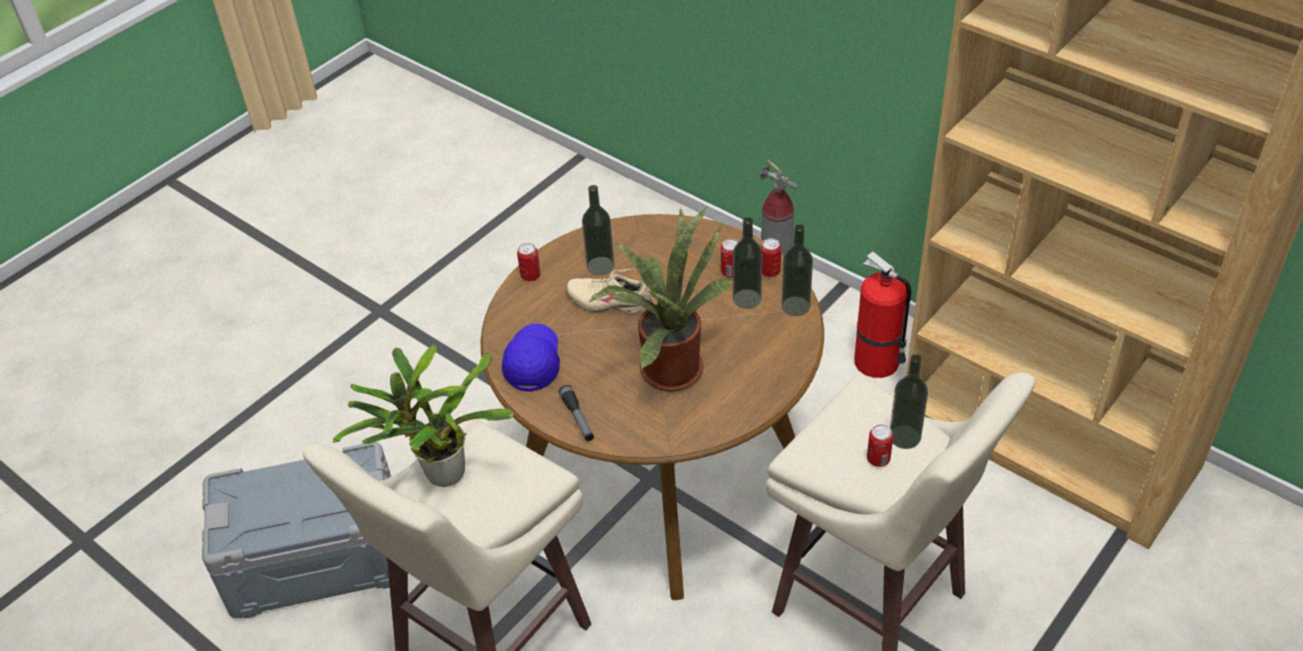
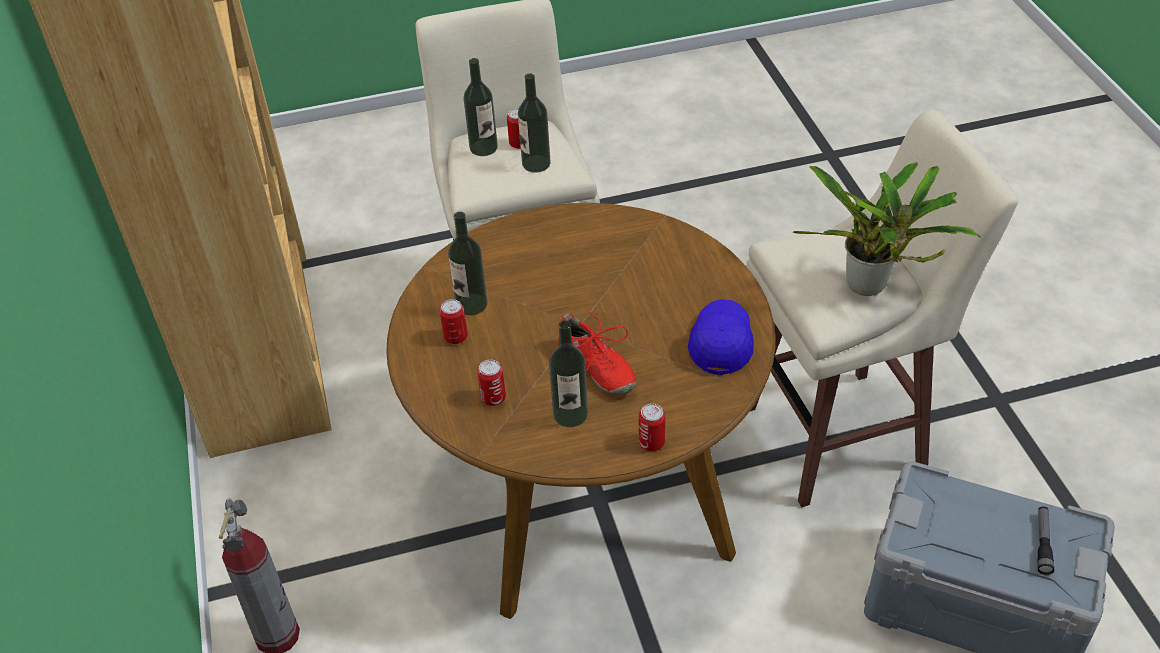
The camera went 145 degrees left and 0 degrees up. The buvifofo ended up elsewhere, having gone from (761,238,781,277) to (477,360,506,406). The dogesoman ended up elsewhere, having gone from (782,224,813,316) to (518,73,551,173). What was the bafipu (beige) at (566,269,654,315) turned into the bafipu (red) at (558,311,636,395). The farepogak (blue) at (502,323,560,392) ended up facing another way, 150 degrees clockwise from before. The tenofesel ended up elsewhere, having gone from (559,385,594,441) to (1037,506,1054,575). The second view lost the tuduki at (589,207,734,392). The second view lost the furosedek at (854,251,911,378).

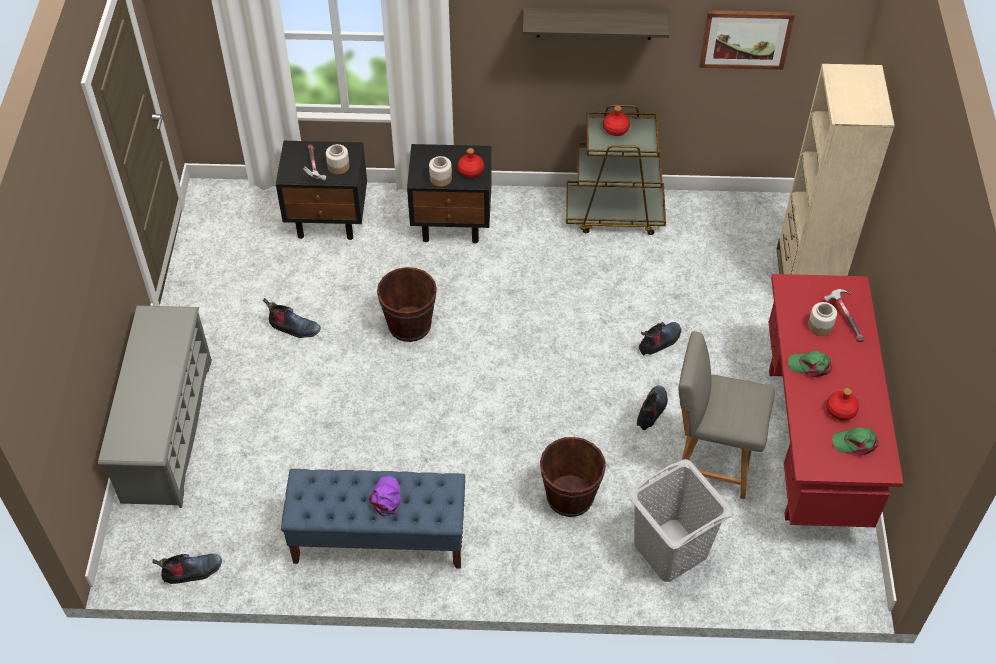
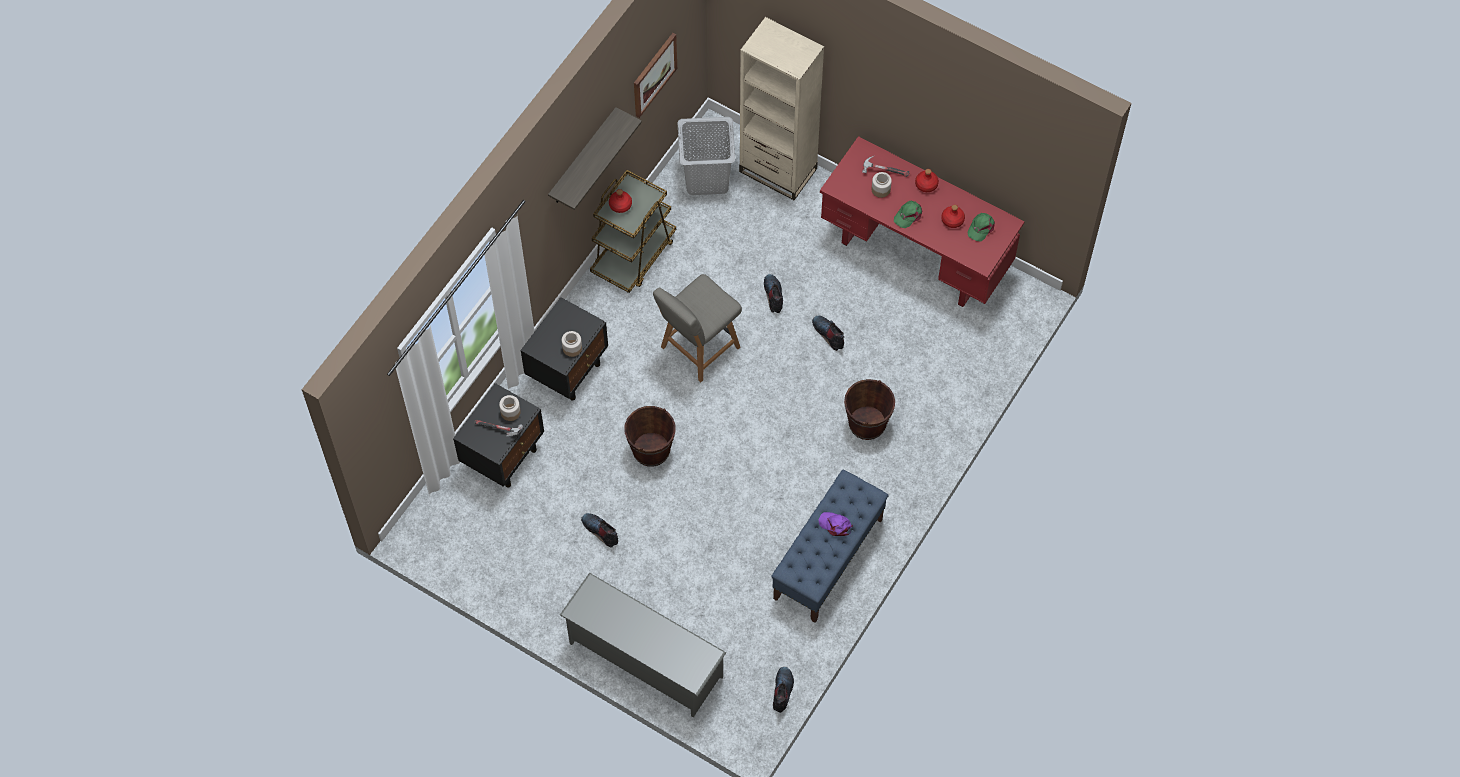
The camera went 60 degrees left and 10 degrees up. The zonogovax at (263,298,321,338) ended up facing another way, 90 degrees counterclockwise from before. The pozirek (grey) ended up elsewhere, having gone from (678,331,775,499) to (653,274,742,382). The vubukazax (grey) ended up elsewhere, having gone from (628,459,733,582) to (677,117,735,195). The dogesoman (red) ended up elsewhere, having gone from (457,148,484,178) to (915,169,939,192).

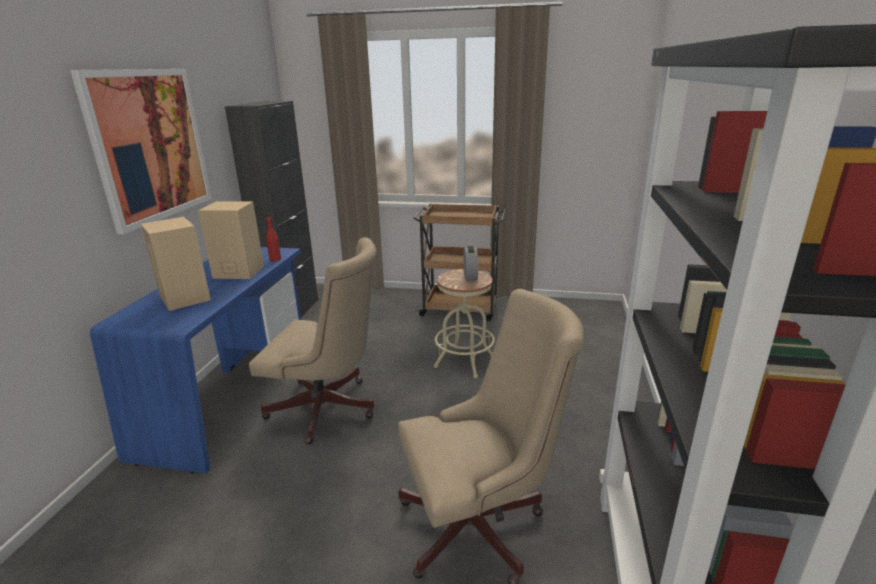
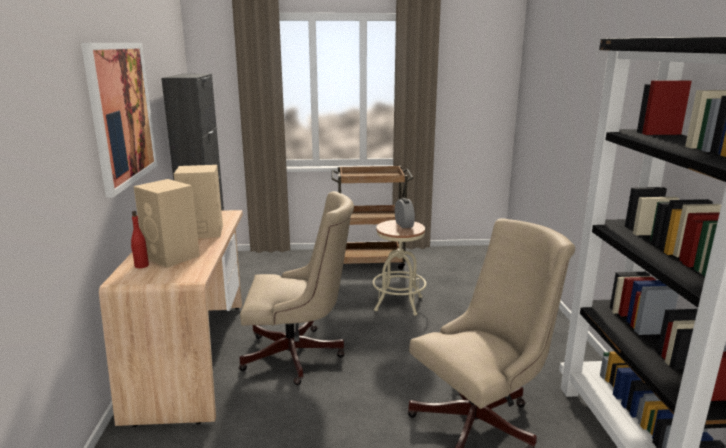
The camera went 15 degrees left and 5 degrees down. What was the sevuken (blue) at (90,247,301,474) turned into the sevuken (beige) at (99,210,243,427). The dogesoman (red) ended up elsewhere, having gone from (266,213,281,262) to (131,211,149,268).

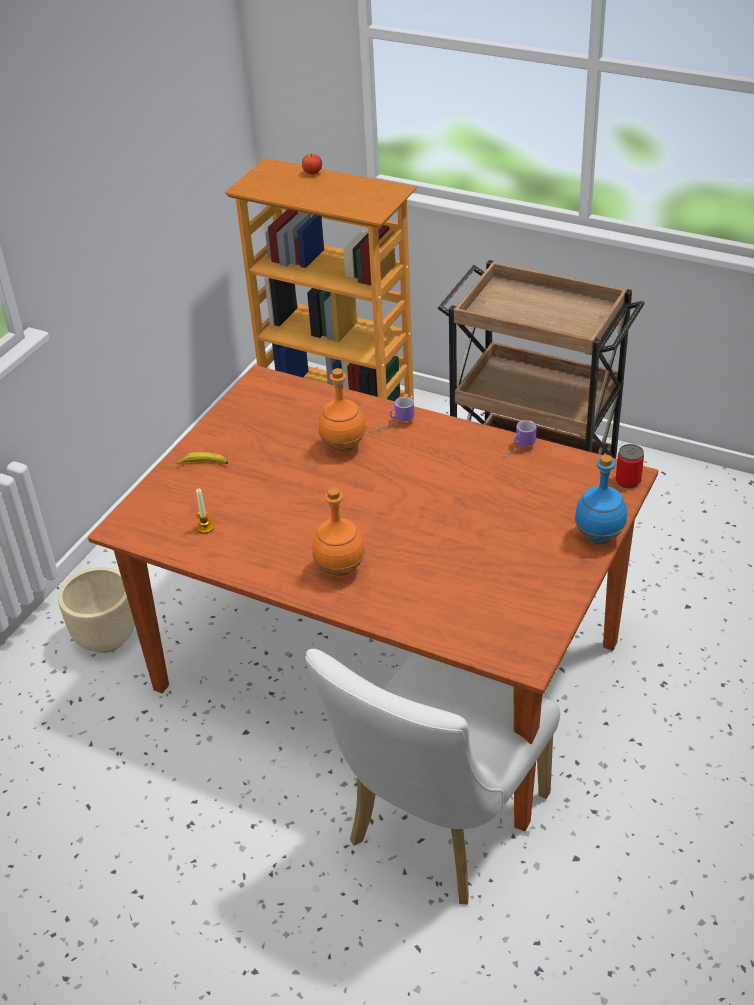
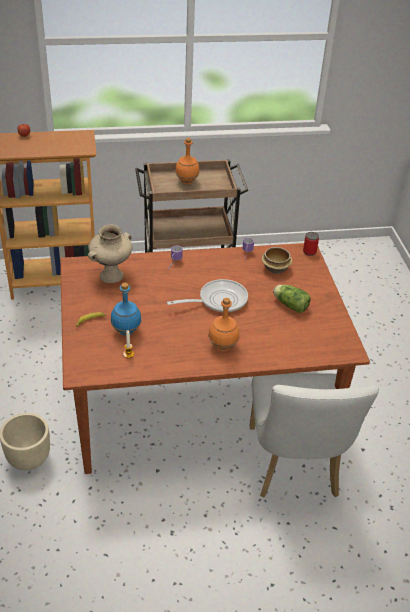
The camera went 40 degrees left and 0 degrees up. The second view gained the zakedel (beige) at (88,224,132,283). The dogesoman (blue) ended up elsewhere, having gone from (575,455,627,544) to (111,283,141,336). The second view gained the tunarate at (167,279,248,312). The dogesoman (orange) ended up elsewhere, having gone from (319,368,366,453) to (175,138,199,184). The second view gained the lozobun at (262,247,292,274). The second view gained the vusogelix at (273,285,311,313).

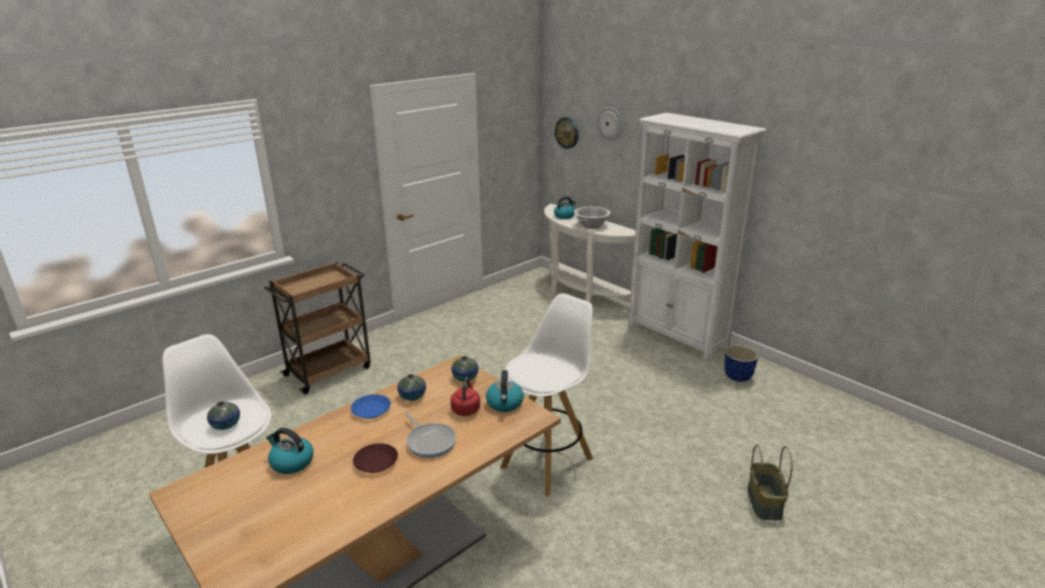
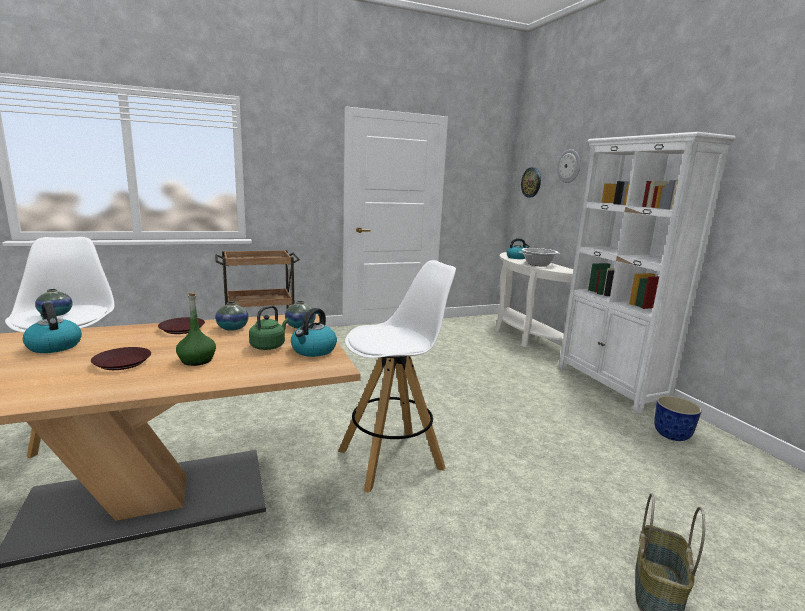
The camera went 20 degrees right and 10 degrees down. What was the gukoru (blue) at (351,394,391,419) turned into the gukoru (brown) at (158,317,205,334). Where the tunarate stood at (405,413,456,458), the dogesoman (green) came to stand at (176,292,216,366). What was the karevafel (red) at (451,377,480,416) turned into the karevafel (green) at (249,305,289,350).

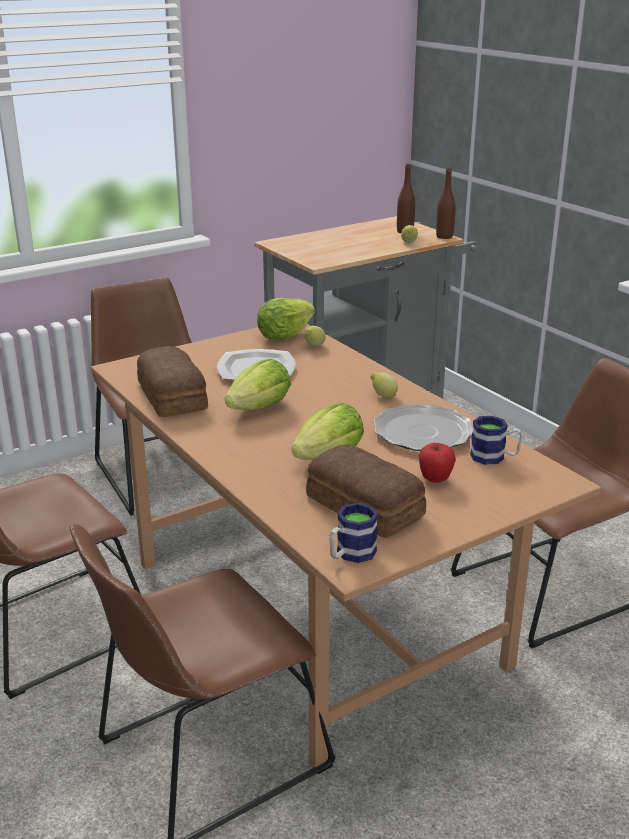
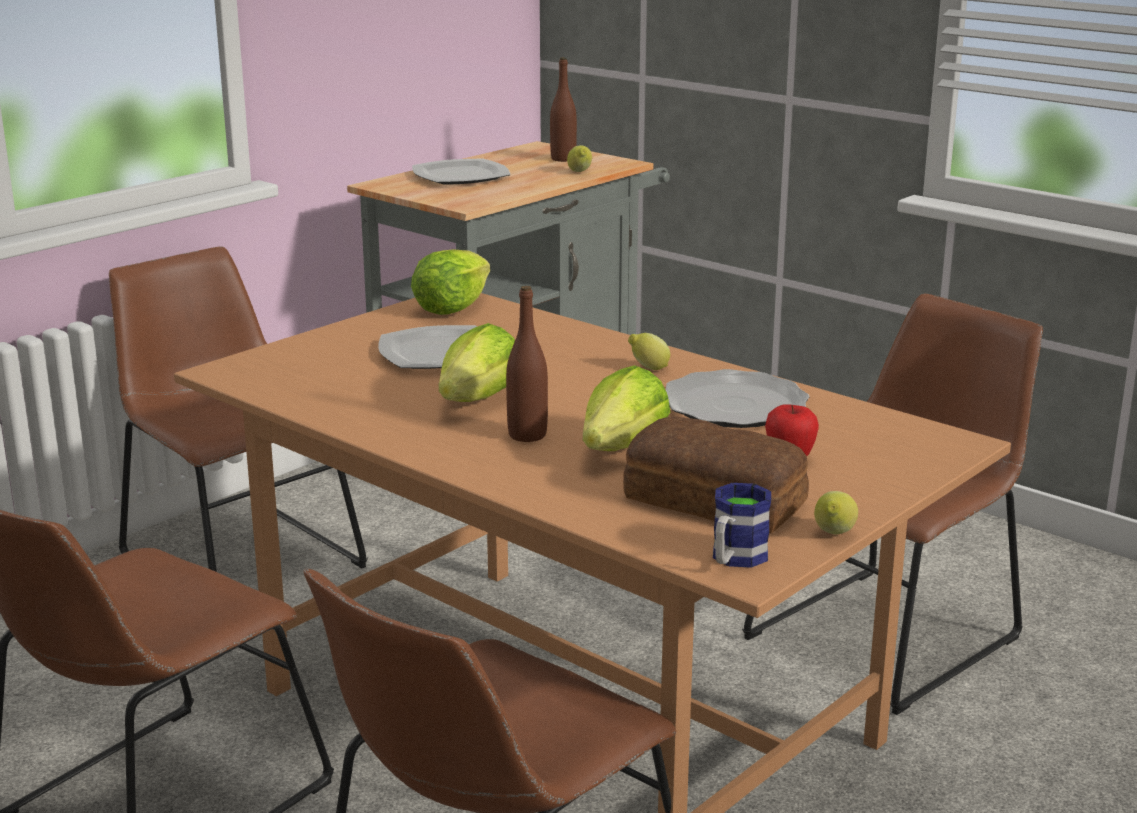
The camera went 15 degrees left and 5 degrees down. The second view gained the gukoru at (412,159,510,185). The dogesoman (brown) ended up elsewhere, having gone from (436,168,456,239) to (506,285,548,442). The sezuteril ended up elsewhere, having gone from (304,326,326,346) to (814,491,858,535). The second view lost the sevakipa at (137,346,208,417). The second view lost the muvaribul at (470,416,523,465).

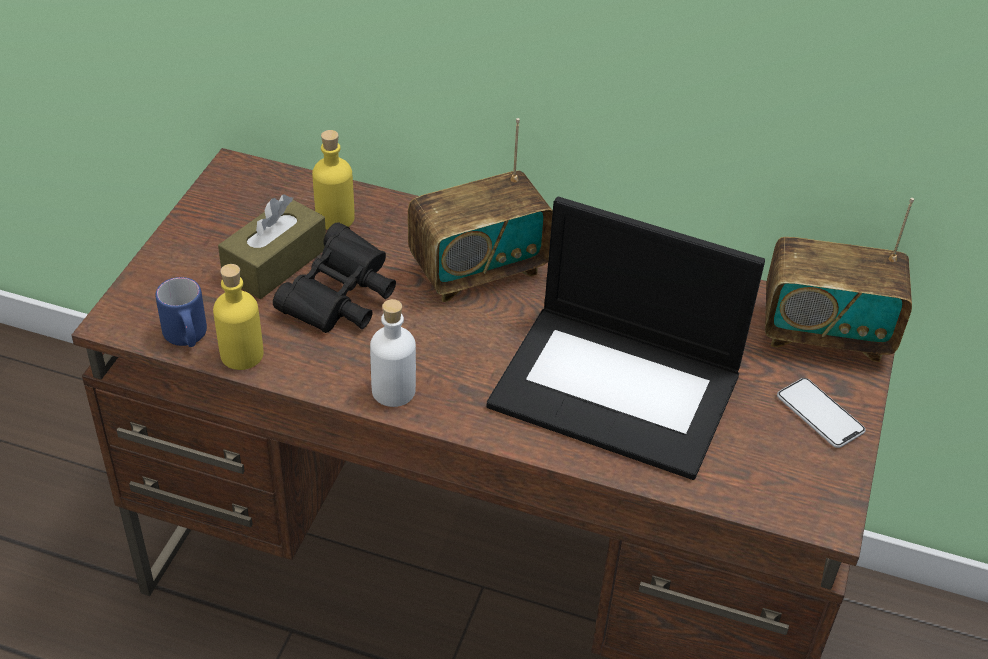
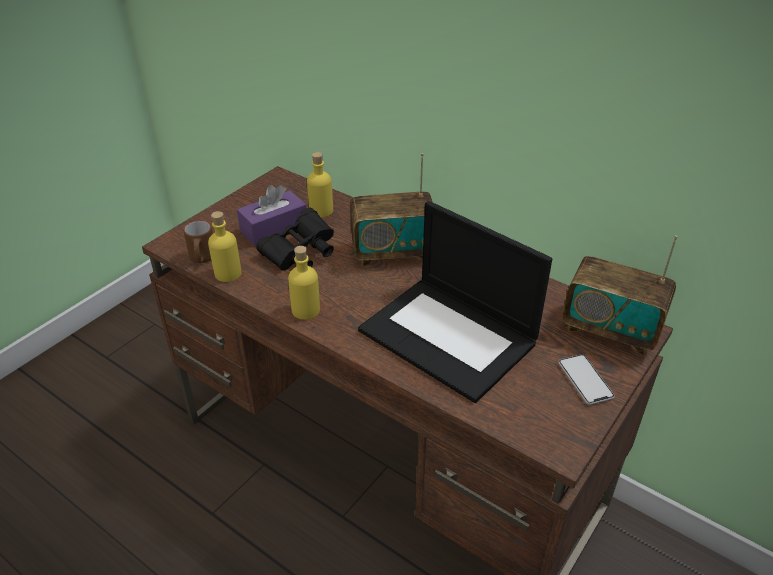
The camera went 20 degrees right and 5 degrees down. What was the muvaribul (blue) at (155,277,207,347) turned into the muvaribul (brown) at (184,221,213,263). What was the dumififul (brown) at (218,194,326,299) turned into the dumififul (purple) at (237,185,307,246). What was the dogesoman (white) at (370,299,416,407) turned into the dogesoman (yellow) at (288,246,320,320).

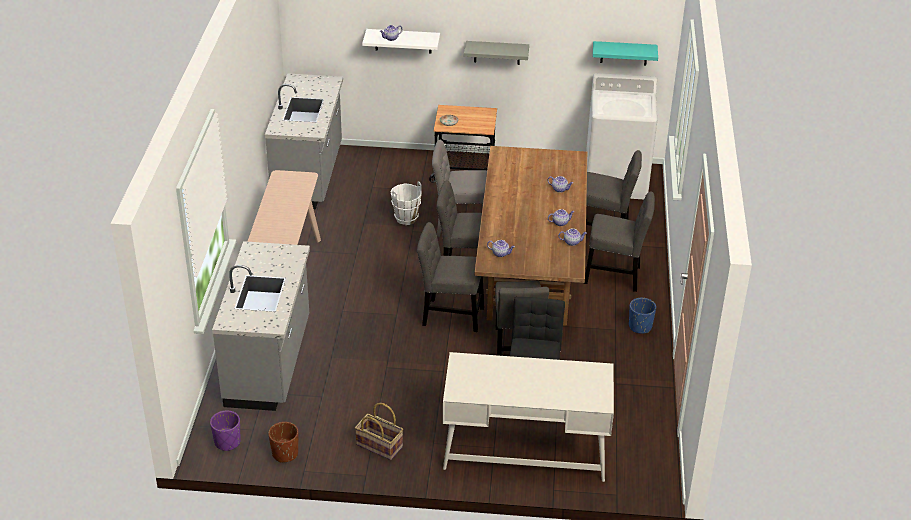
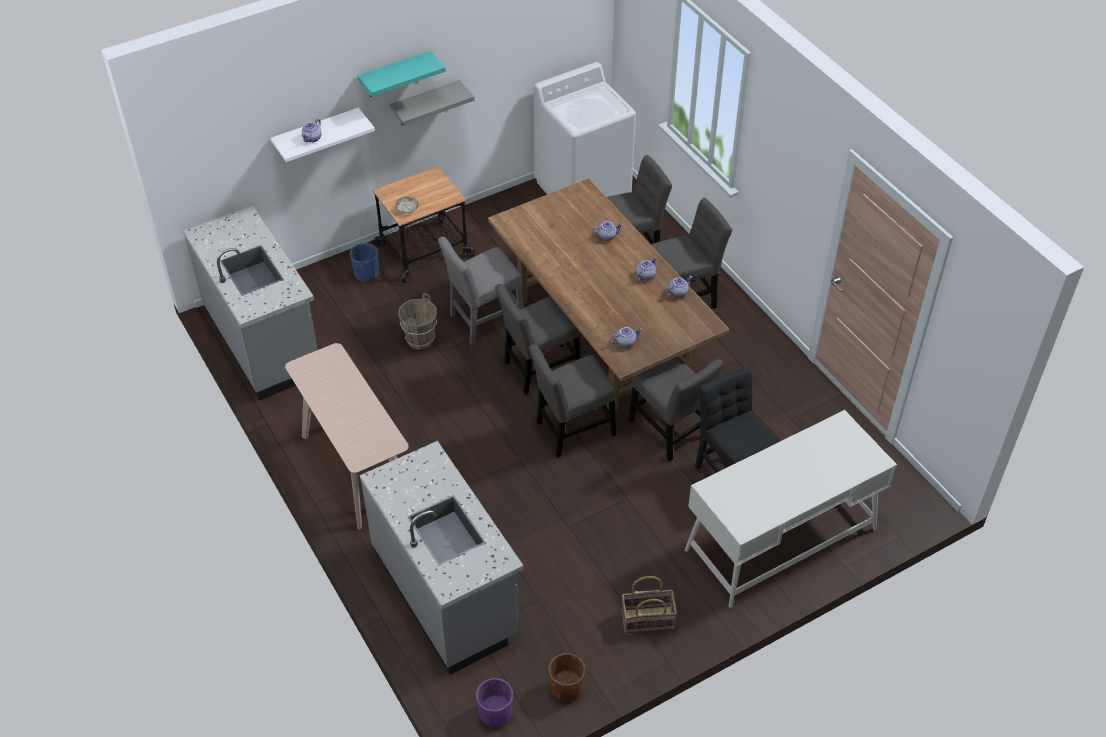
The camera went 35 degrees left and 10 degrees up. The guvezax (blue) ended up elsewhere, having gone from (629,298,656,334) to (350,243,379,282). The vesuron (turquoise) ended up elsewhere, having gone from (593,41,658,65) to (357,51,446,97). What was the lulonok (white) at (391,182,422,225) turned into the lulonok (brown) at (398,293,437,350).

